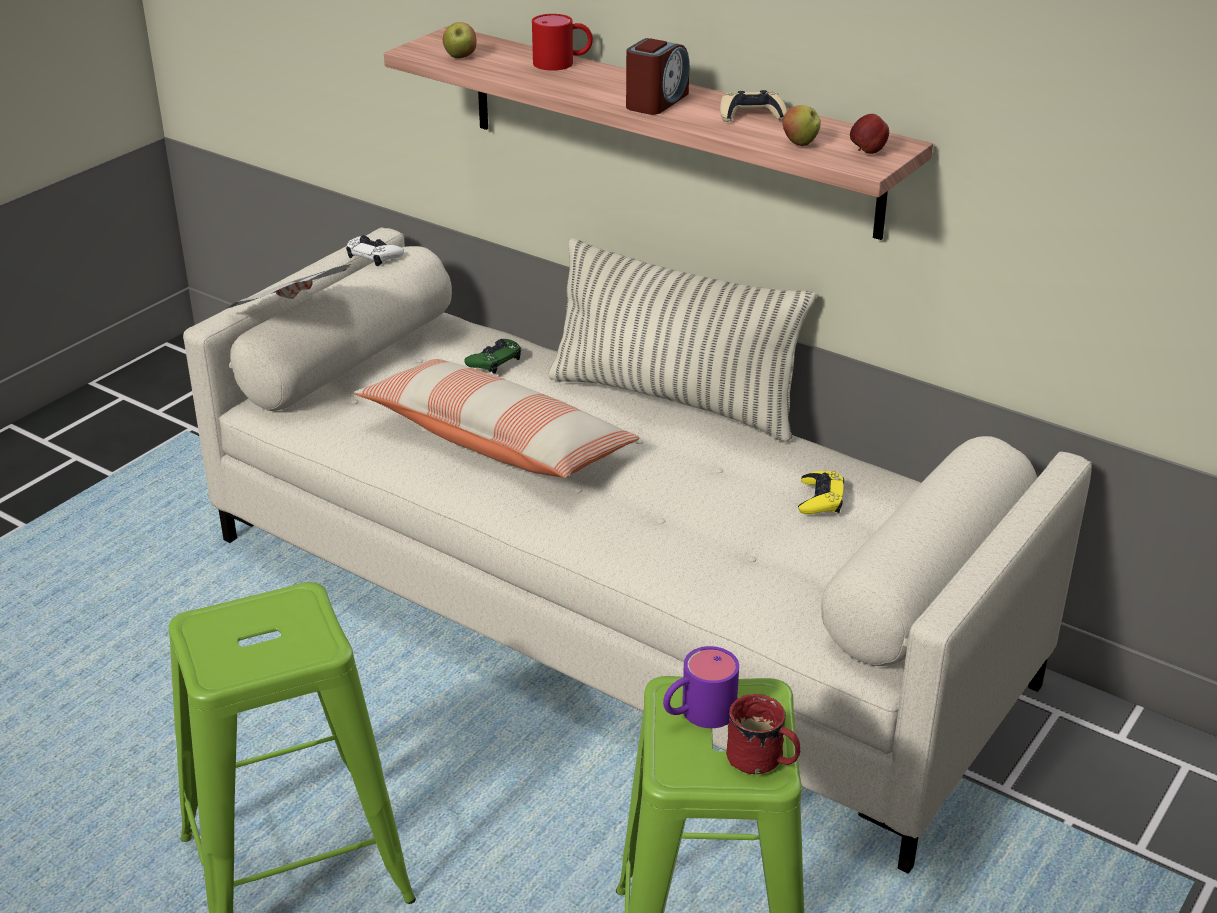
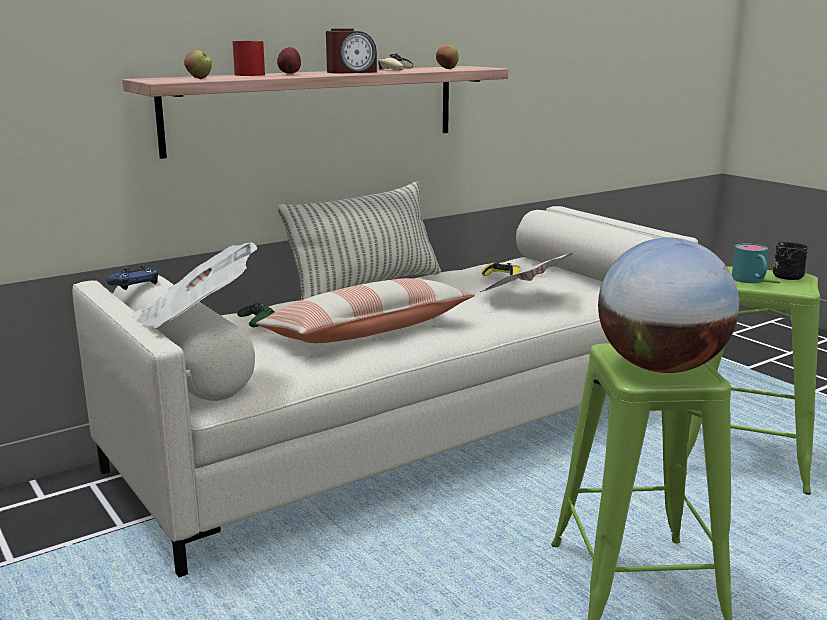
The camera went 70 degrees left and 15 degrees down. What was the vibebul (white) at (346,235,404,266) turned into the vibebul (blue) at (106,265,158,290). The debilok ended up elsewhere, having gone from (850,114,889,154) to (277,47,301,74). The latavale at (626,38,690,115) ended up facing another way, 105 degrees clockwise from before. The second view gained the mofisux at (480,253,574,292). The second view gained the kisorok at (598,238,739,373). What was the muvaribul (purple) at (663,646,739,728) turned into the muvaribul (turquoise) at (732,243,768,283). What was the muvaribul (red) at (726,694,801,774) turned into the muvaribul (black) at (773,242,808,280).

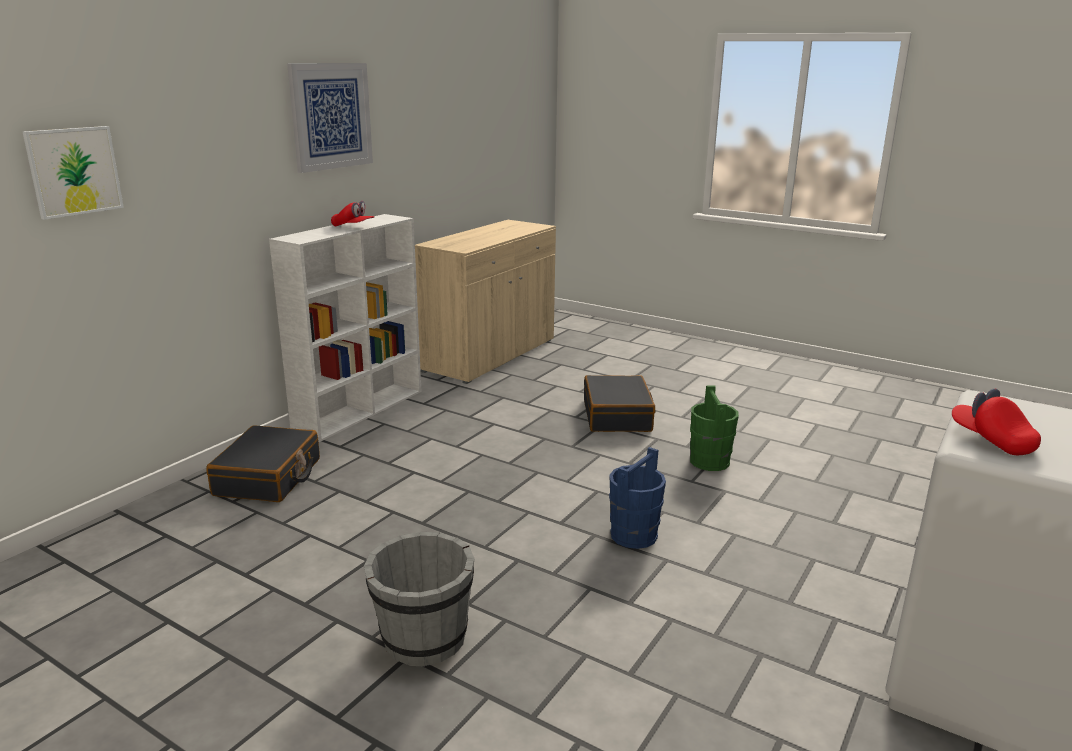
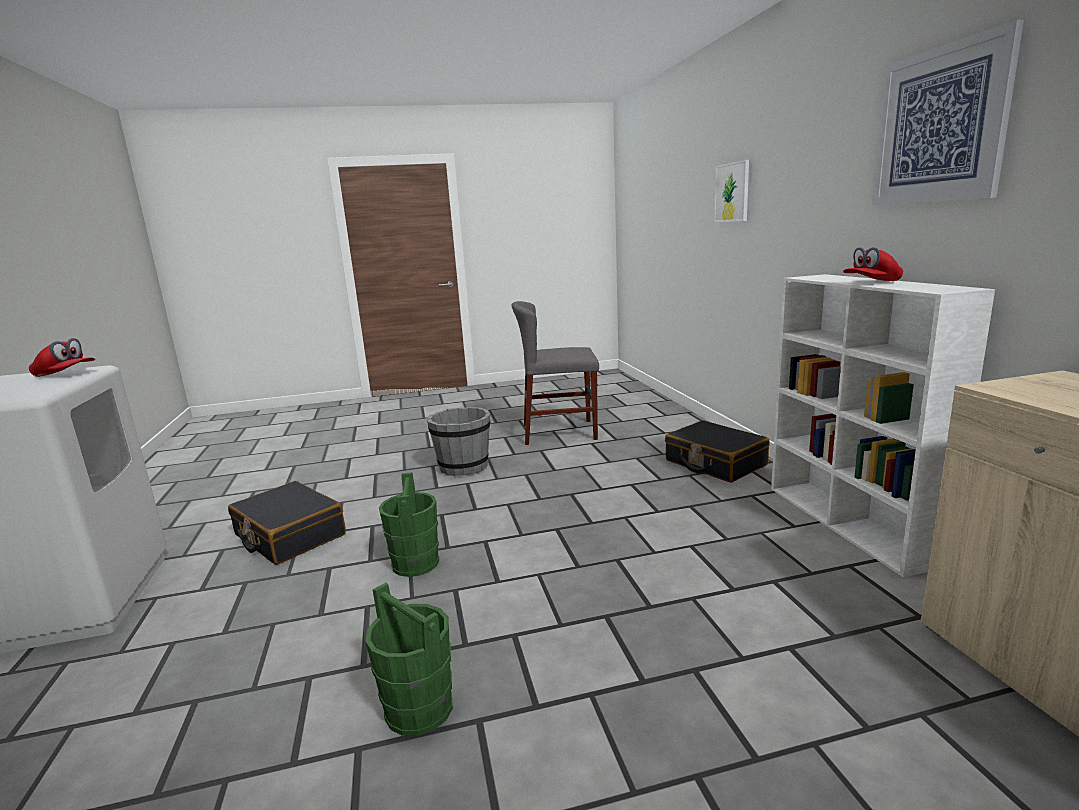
The camera went 135 degrees right and 5 degrees down. The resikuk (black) ended up elsewhere, having gone from (584,375,655,432) to (228,481,346,565). What was the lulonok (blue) at (609,447,666,549) turned into the lulonok (green) at (379,472,439,577). The second view gained the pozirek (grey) at (511,301,599,445).

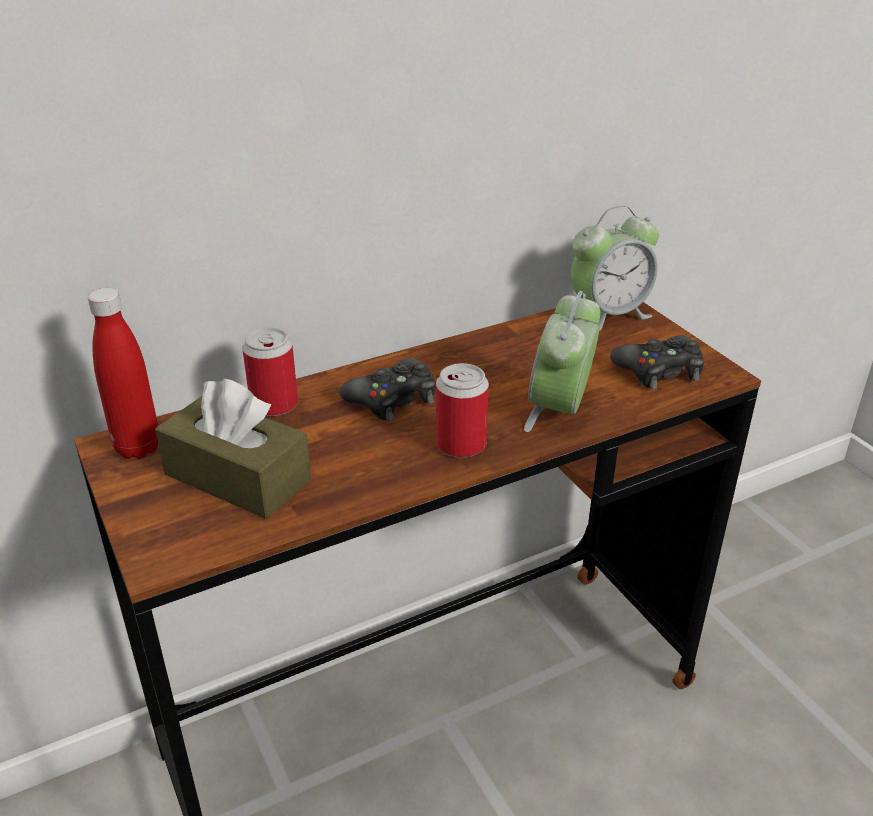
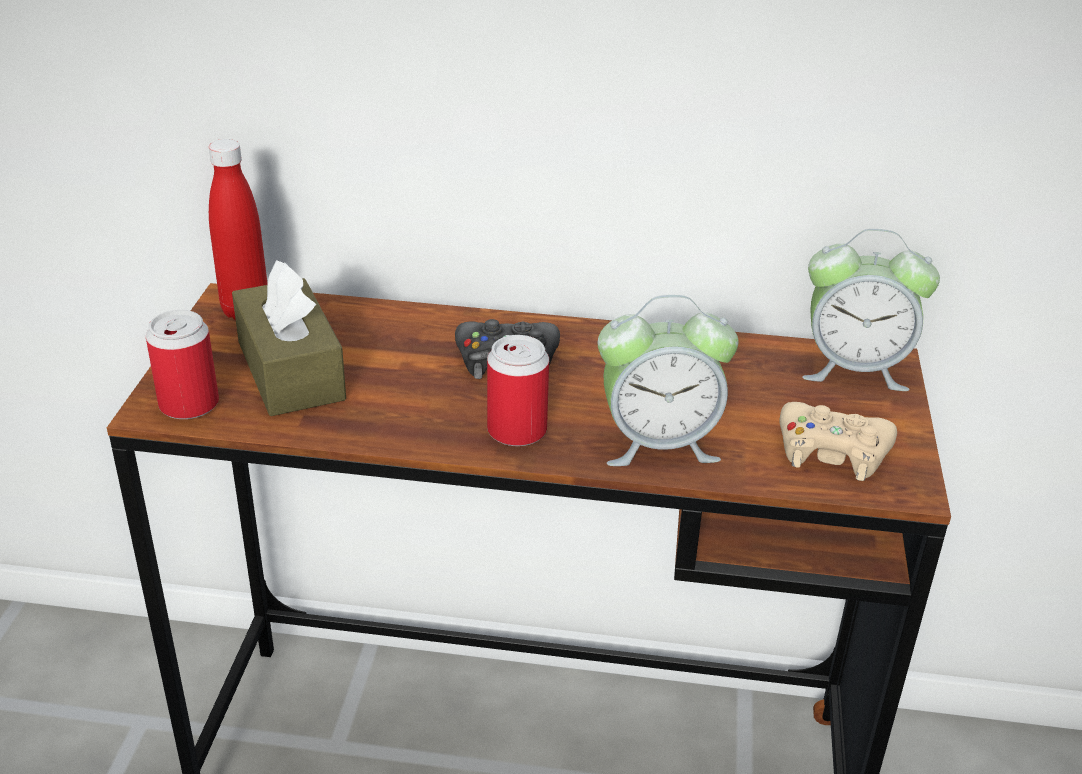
The camera went 35 degrees right and 0 degrees up. The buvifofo ended up elsewhere, having gone from (242,327,298,416) to (146,310,219,419). The latavale at (524,291,600,432) ended up facing another way, 150 degrees counterclockwise from before. What was the vibebul (black) at (610,335,704,389) turned into the vibebul (beige) at (780,402,897,481).

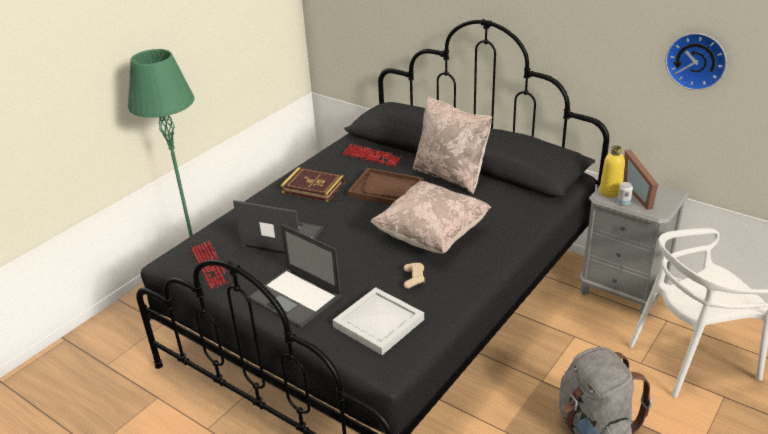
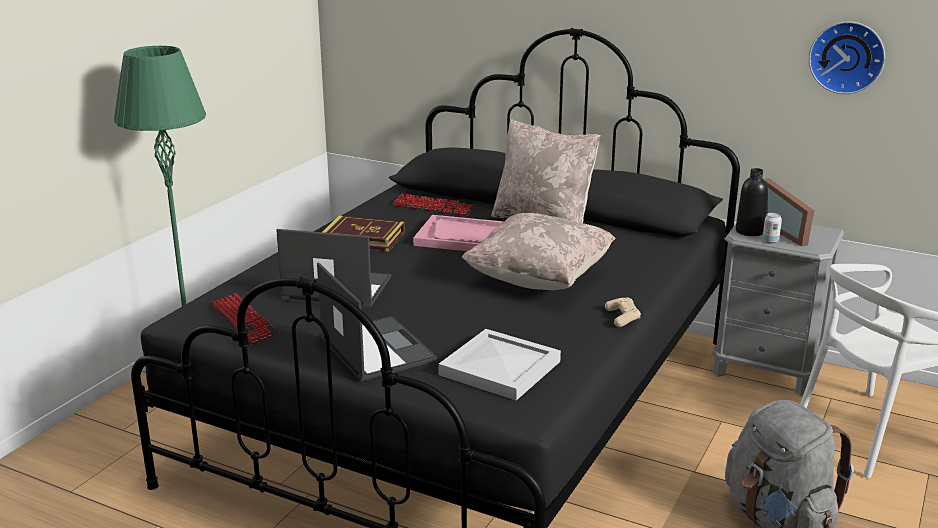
The camera went 10 degrees left and 10 degrees down. The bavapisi at (248,224,341,329) ended up facing another way, 150 degrees counterclockwise from before. What was the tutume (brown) at (347,168,424,205) turned into the tutume (pink) at (413,215,504,251). The vibebul (beige) ended up elsewhere, having gone from (404,263,425,289) to (605,298,641,327). What was the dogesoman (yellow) at (599,145,625,198) turned into the dogesoman (black) at (736,168,768,236).

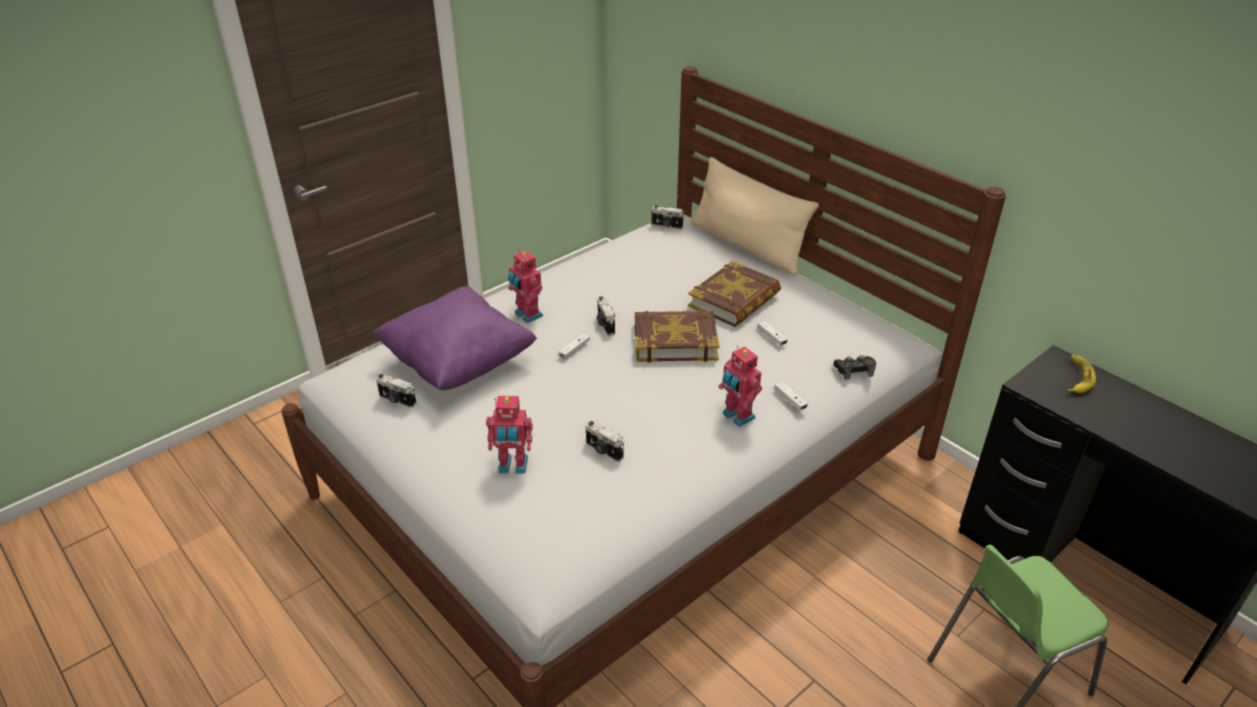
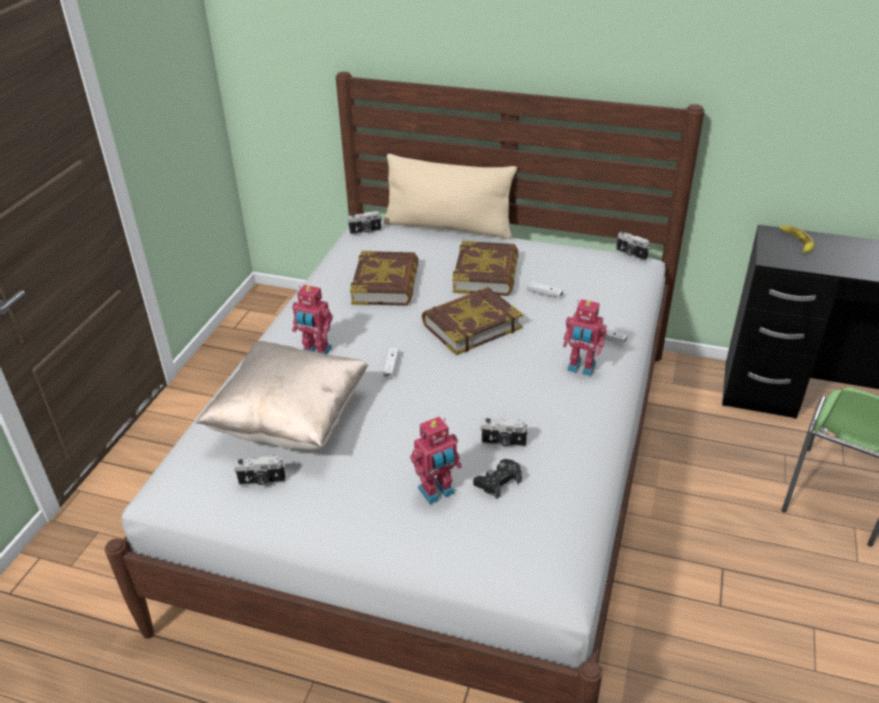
The camera went 30 degrees left and 0 degrees up. What was the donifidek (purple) at (372,286,537,390) turned into the donifidek (beige) at (196,341,368,450). The second view gained the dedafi at (350,251,419,306). The vibebul (black) ended up elsewhere, having gone from (833,355,876,380) to (473,459,522,499). The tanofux ended up elsewhere, having gone from (597,296,615,336) to (616,231,650,261).

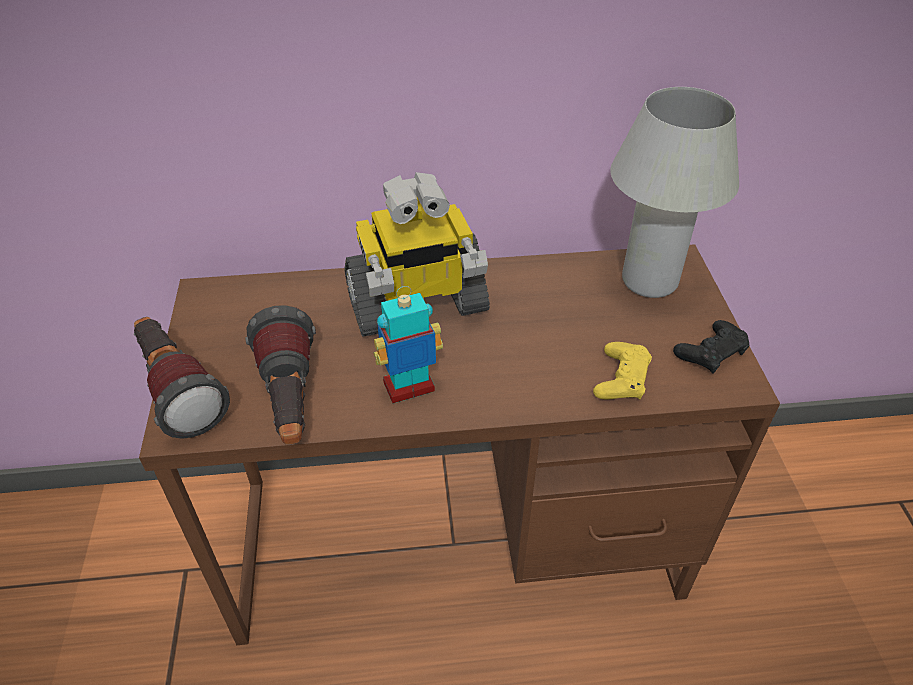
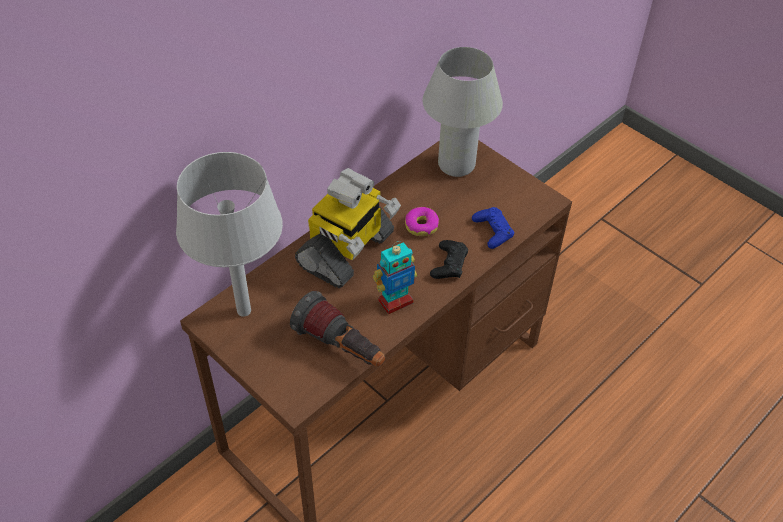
The camera went 40 degrees left and 5 degrees up. The second view gained the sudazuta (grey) at (176,152,283,317). The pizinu at (373,286,443,403) ended up facing another way, 150 degrees counterclockwise from before. The second view gained the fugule at (405,207,439,236). The vibebul (black) ended up elsewhere, having gone from (673,320,749,374) to (430,240,468,279). What was the vibebul (yellow) at (593,342,652,400) turned into the vibebul (blue) at (472,207,514,249). The second view lost the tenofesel at (134,317,230,439).

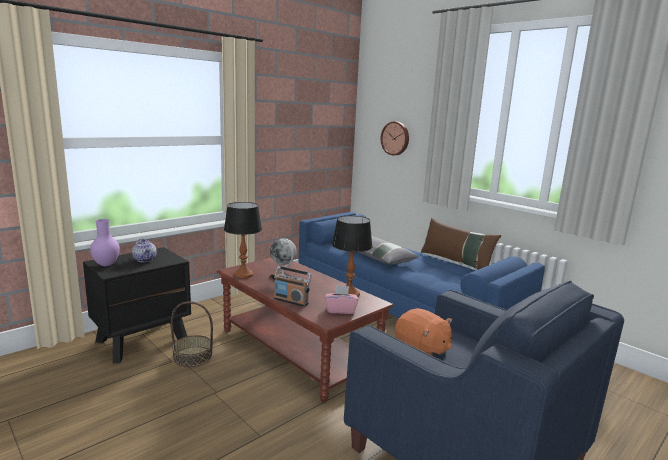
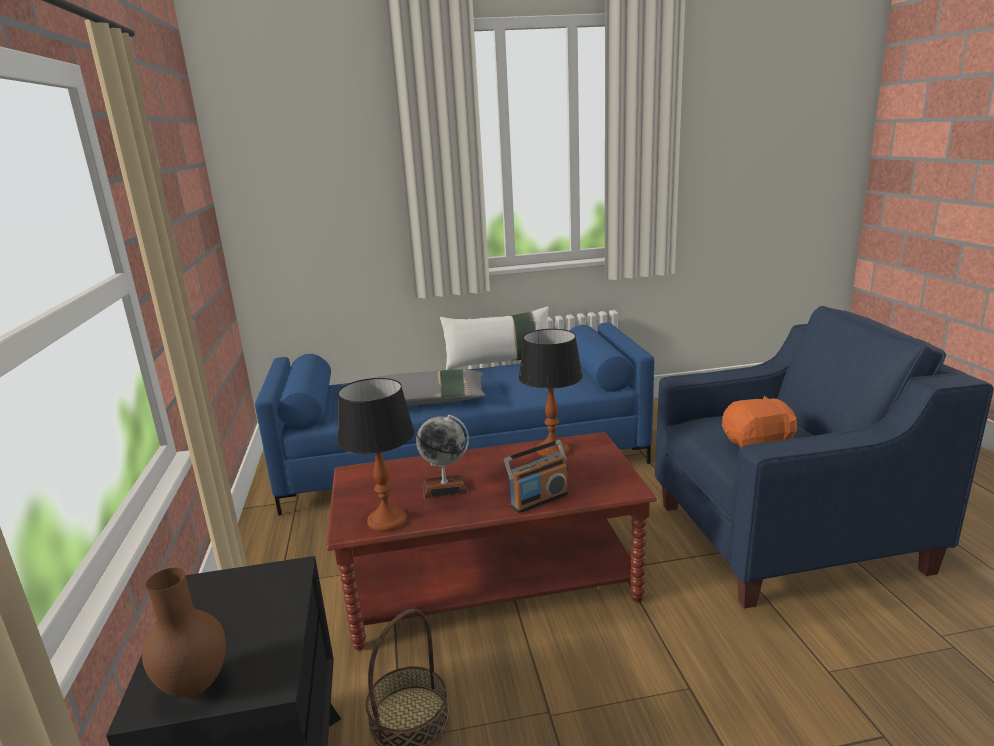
The camera went 55 degrees left and 5 degrees up. What was the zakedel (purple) at (90,219,120,266) turned into the zakedel (brown) at (142,568,226,697). What was the donifidek (brown) at (421,218,501,269) turned into the donifidek (white) at (440,306,549,370). The second view lost the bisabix at (132,239,157,262). The second view lost the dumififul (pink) at (325,285,358,314). The second view lost the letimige at (381,122,409,155).

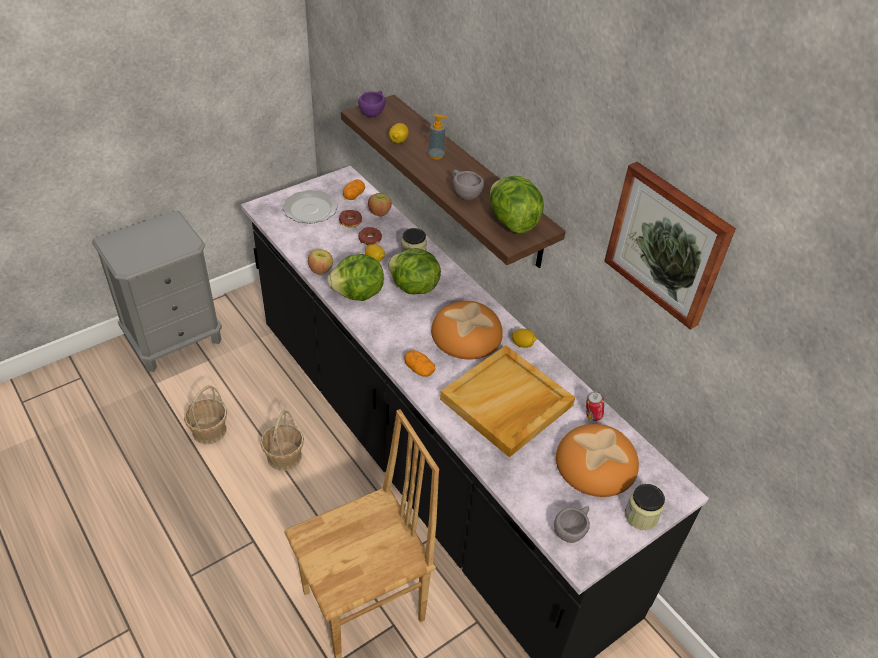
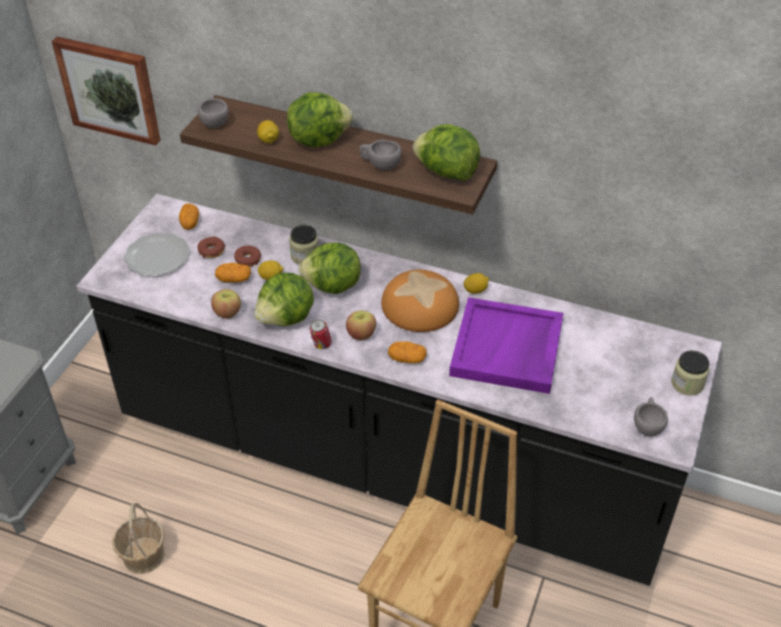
The camera went 30 degrees left and 0 degrees up. The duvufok ended up elsewhere, having gone from (604,162,736,330) to (52,37,160,146). What was the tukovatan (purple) at (358,90,386,117) turned into the tukovatan (grey) at (198,95,228,128). The second view gained the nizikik at (215,263,251,283). Where the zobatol stood at (428,114,447,160), the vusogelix came to stand at (287,92,353,147). The buvifofo ended up elsewhere, having gone from (586,391,604,421) to (310,319,332,349). The debilok ended up elsewhere, having gone from (368,193,392,217) to (346,311,376,340). What was the tutume (beige) at (440,345,575,458) turned into the tutume (purple) at (449,297,563,394). The second view lost the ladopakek at (260,410,304,471). The second view lost the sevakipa at (556,424,639,497).

